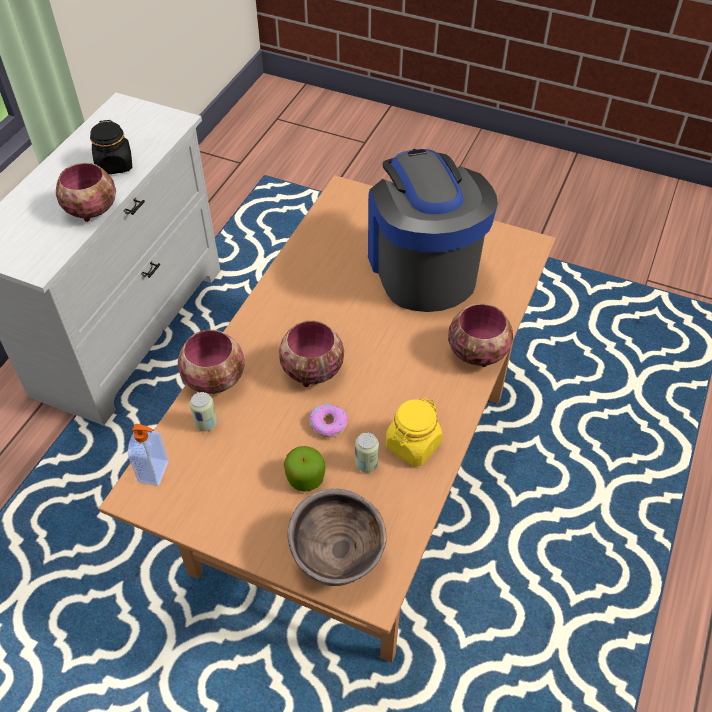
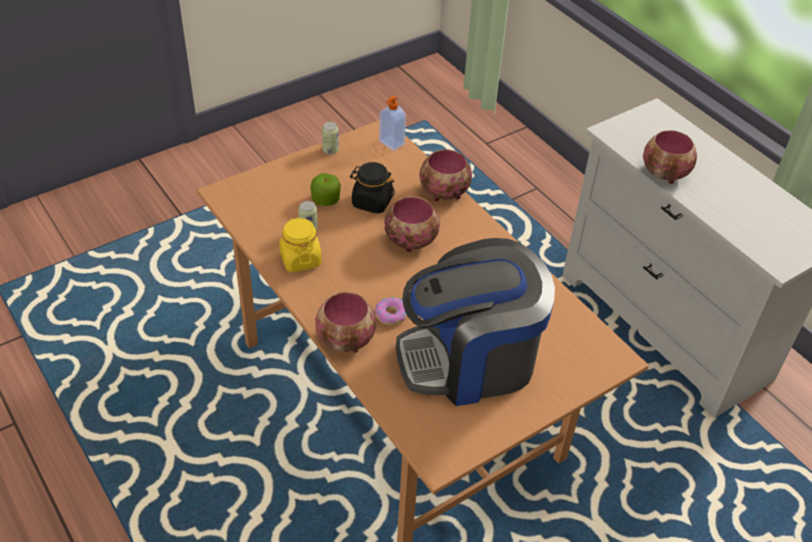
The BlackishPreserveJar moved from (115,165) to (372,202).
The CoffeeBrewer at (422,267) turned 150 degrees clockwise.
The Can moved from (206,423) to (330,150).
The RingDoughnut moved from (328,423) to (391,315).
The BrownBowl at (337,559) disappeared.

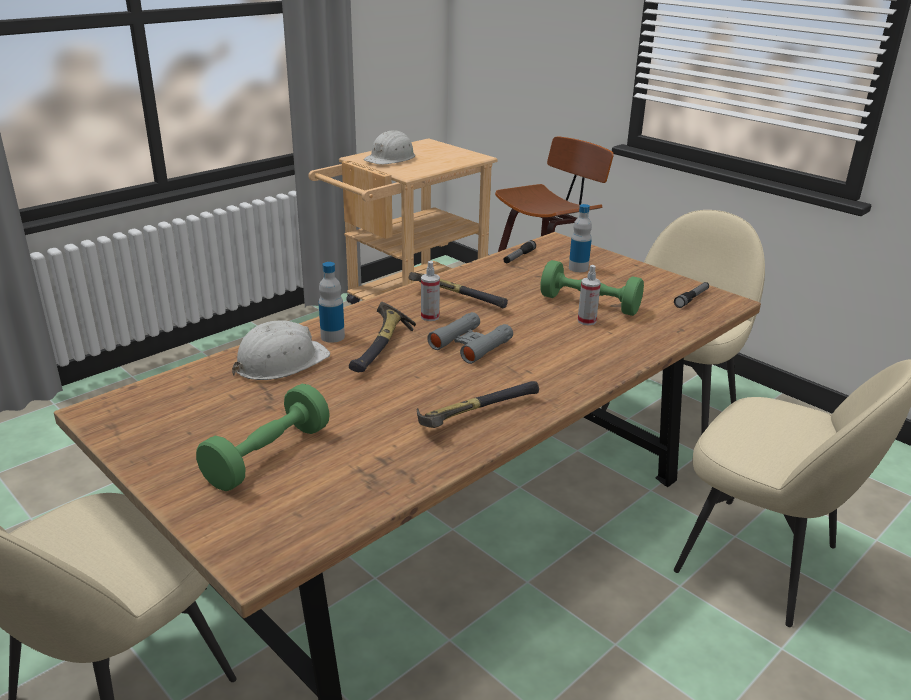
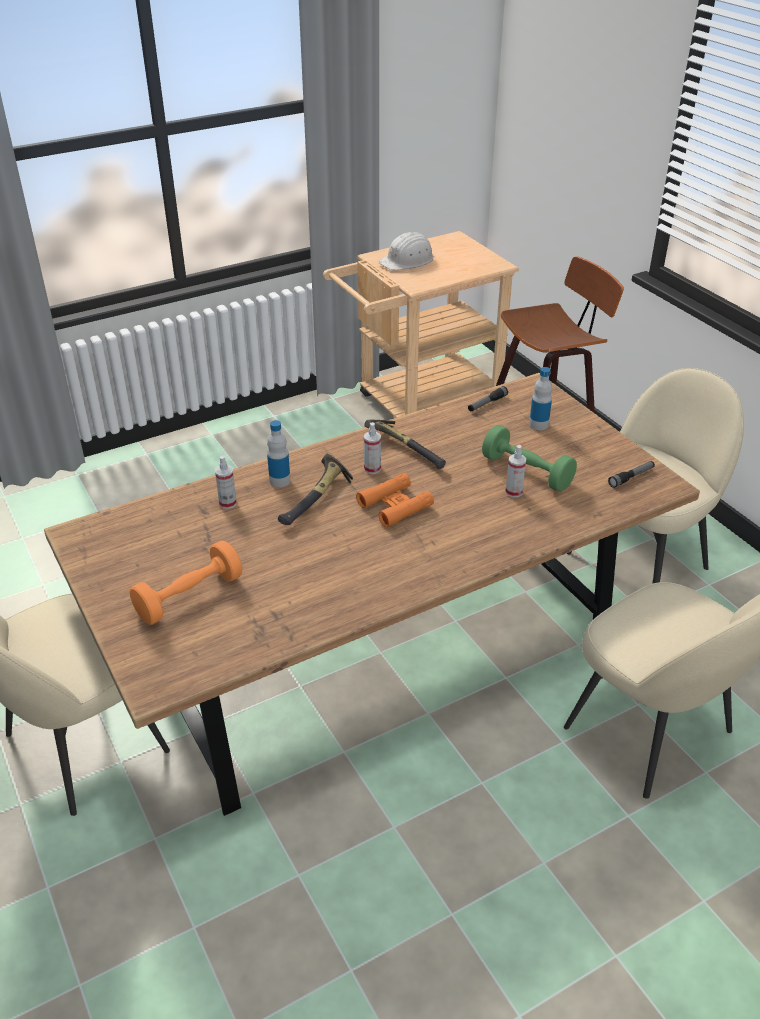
The GreyPairOfBinoculars at (470,344) became the OrangeColouredPairOfBinoculars at (395,505).
The WhiteWorkHelmet at (280,362) was replaced by the Sprayer at (228,503).
The HandHammer at (471,415) disappeared.
The GreenDumbbell at (268,456) became the OrangeColouredDumbbell at (189,596).

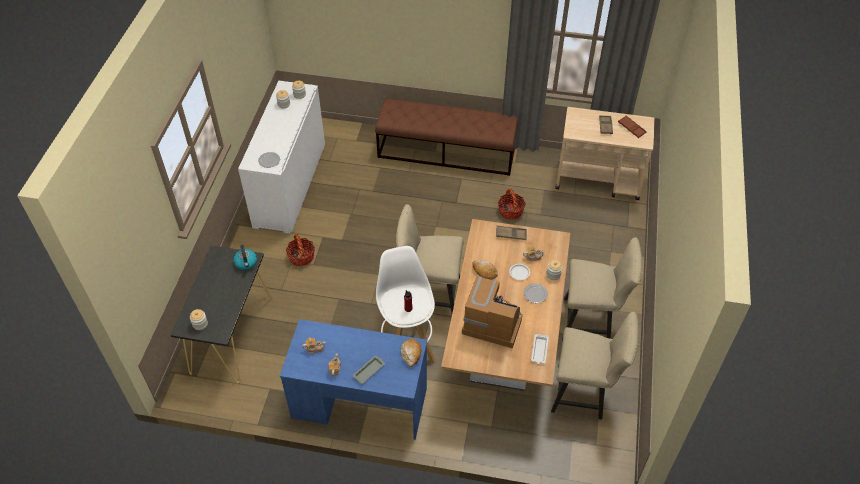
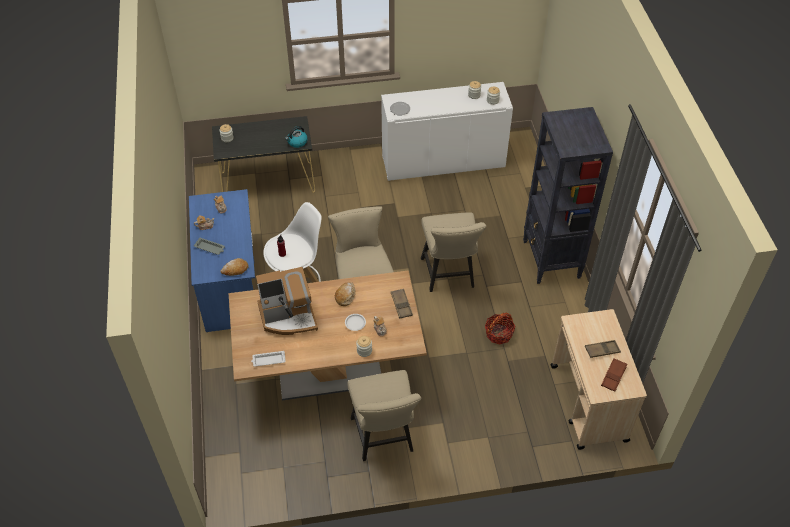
The BrownIndoorBench at (447,152) was replaced by the BlackishShelvingUnit at (551,260).
The Basket at (301,257) disappeared.
The CoffeeBrewer at (492,322) turned 75 degrees clockwise.
The Plate at (535,294) disappeared.
The SandColouredPlainChair moved from (584,394) to (449,276).

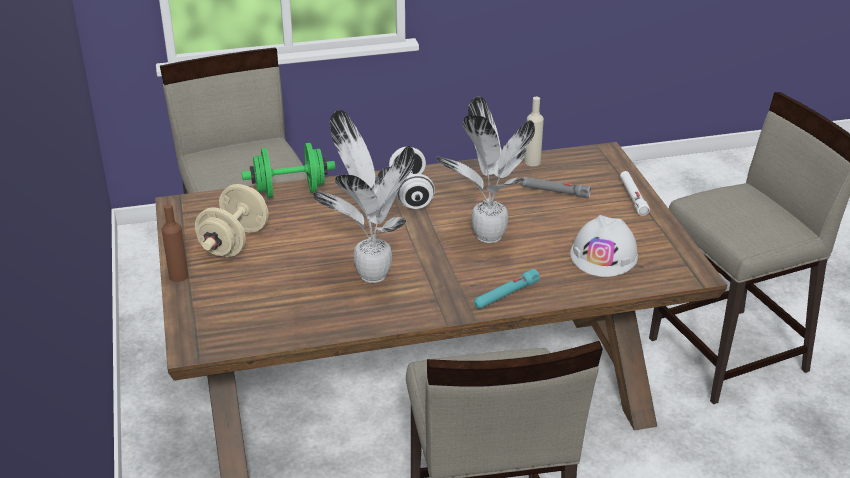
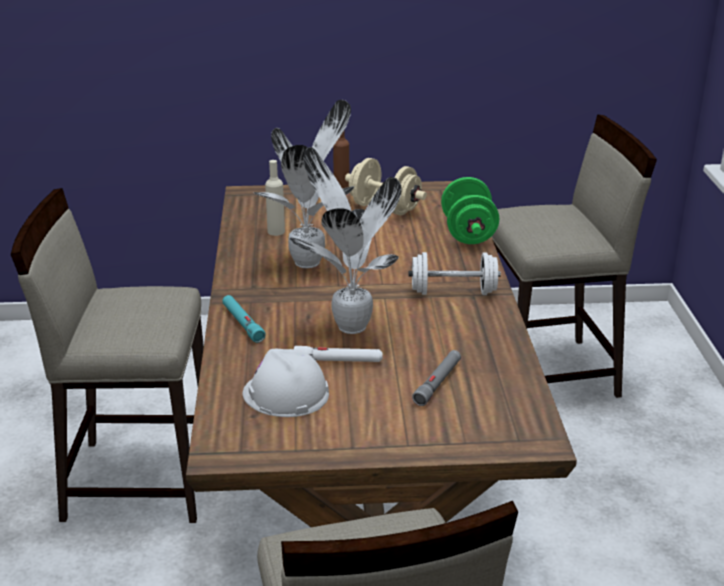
The SandColouredBottle moved from (532,162) to (276,231).
The WhiteTorch moved from (633,197) to (338,361).

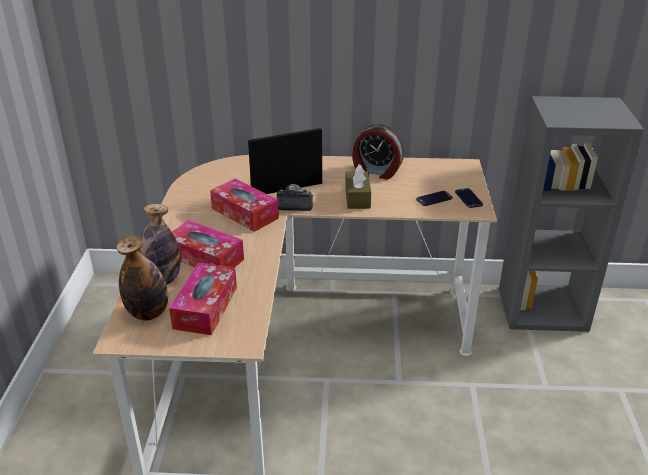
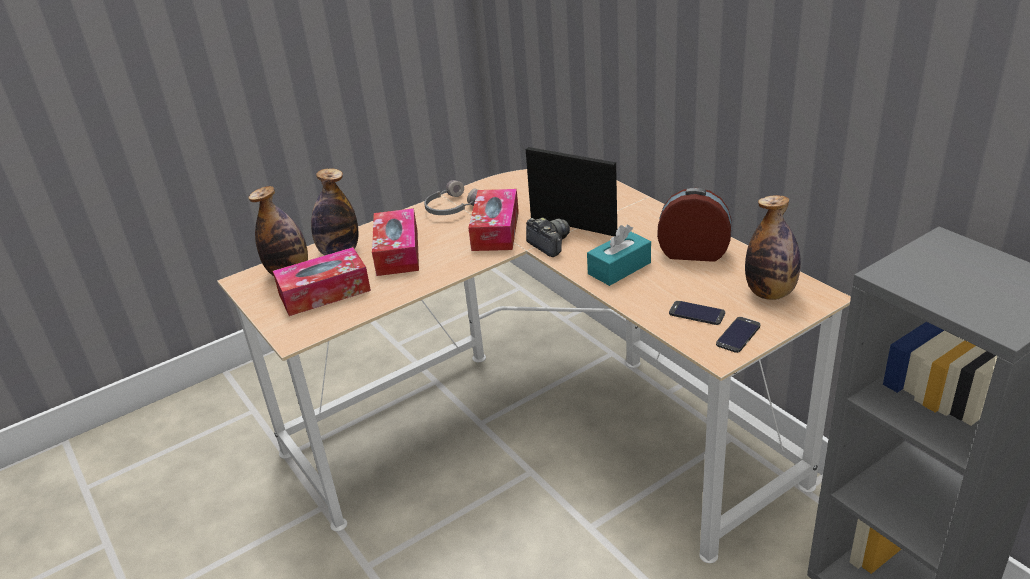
The AlarmClock at (376,172) turned 120 degrees clockwise.
The BrownTissueBox at (357,197) became the TurquoiseTissueBox at (619,268).
The GreyHeadset at (451,208) appeared.
The Bottle at (770,293) appeared.

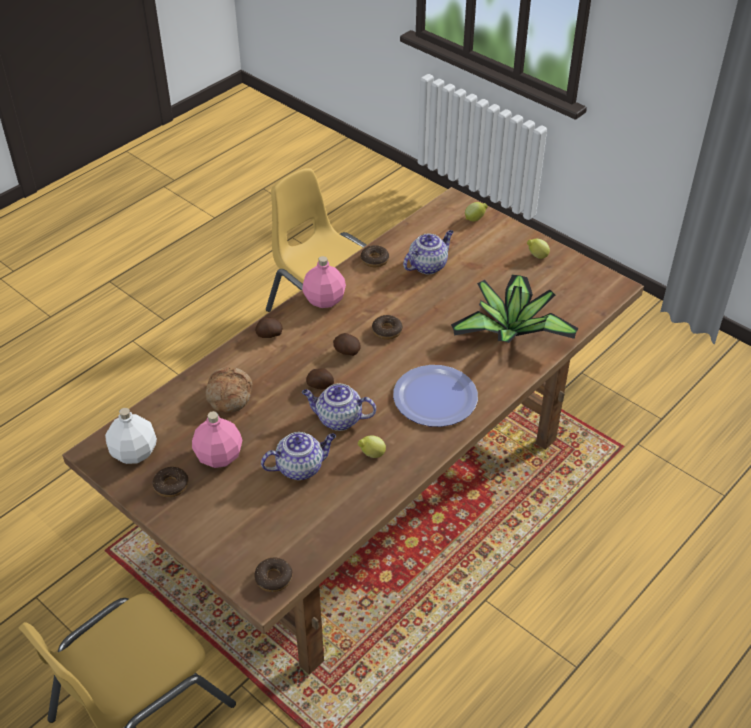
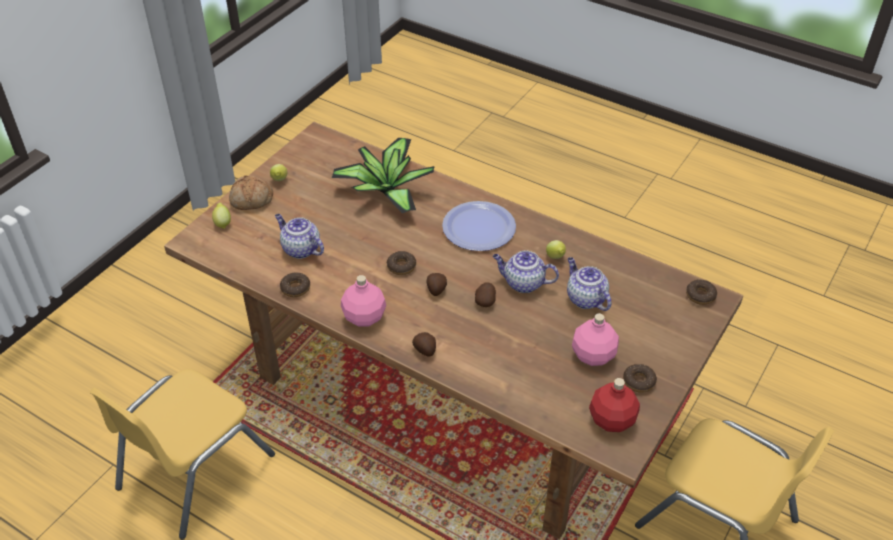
The Bread moved from (228,395) to (251,200).
The PotForTea at (338,419) turned 105 degrees clockwise.
The WhiteBottle at (134,453) became the RedColouredBottle at (612,419).

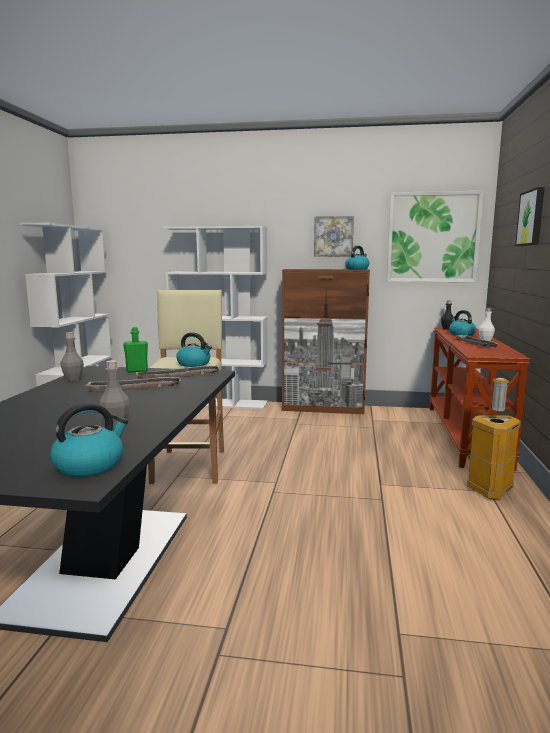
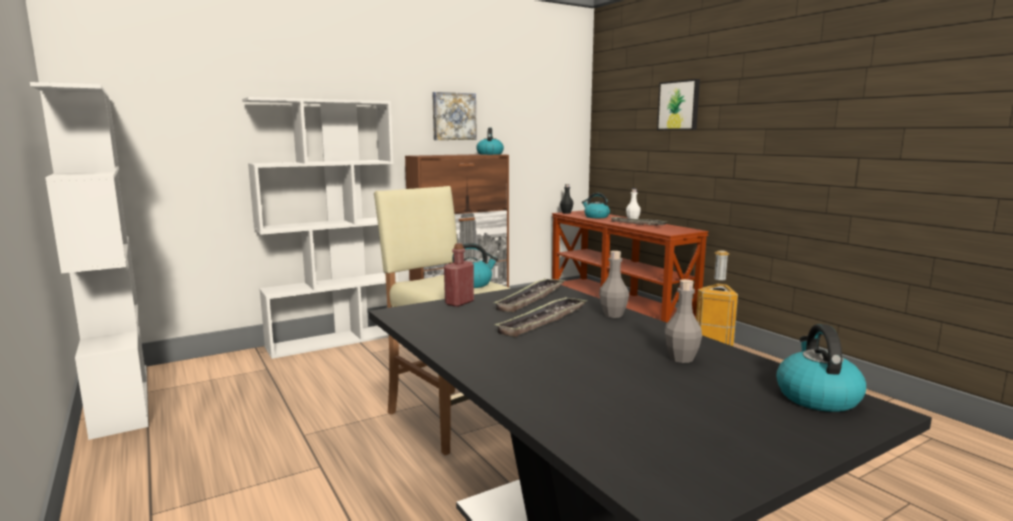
The WallArt at (432,237) disappeared.
The GreenBottle at (137,371) became the RedColouredBottle at (459,303).
The GreyBottle moved from (73,379) to (613,315).

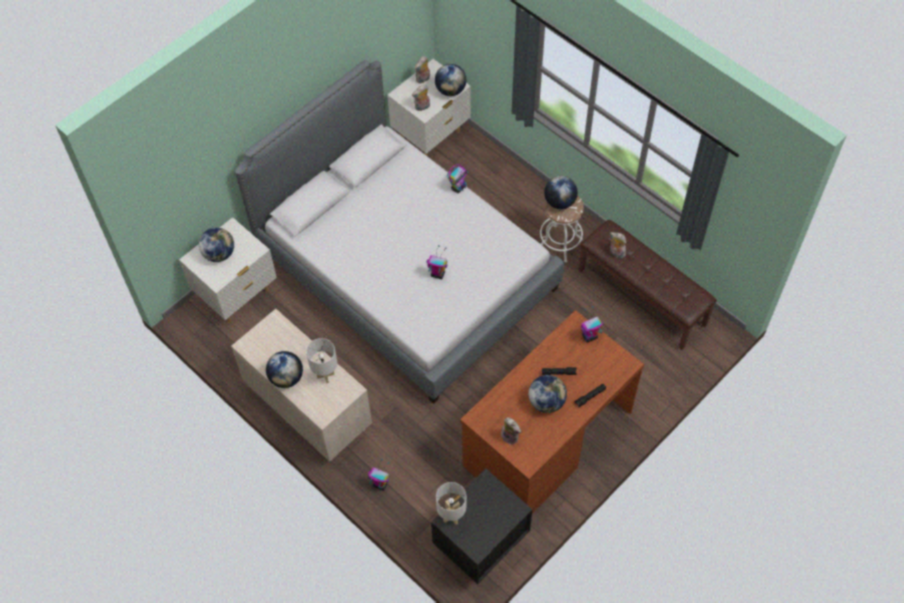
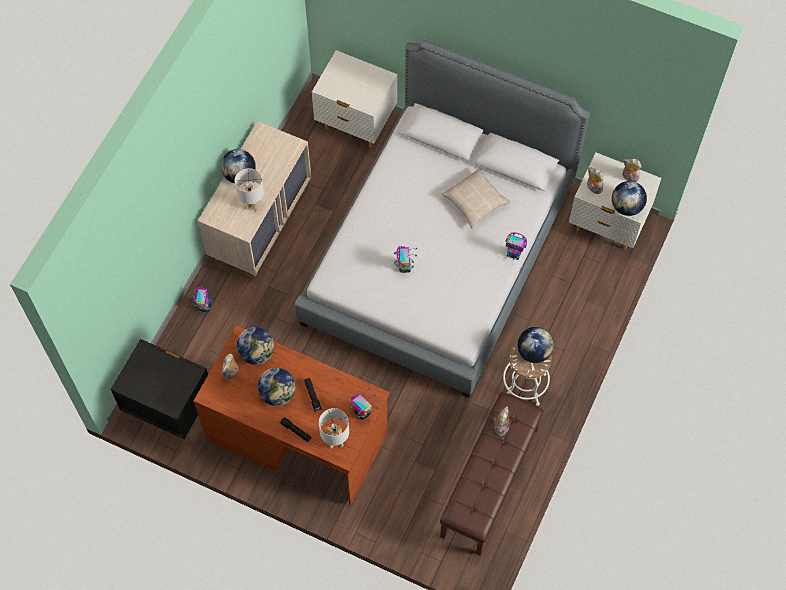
The Globe moved from (219,253) to (257,353).
The WhiteTabletopLamp moved from (451,517) to (335,441).
The SandColouredCushion at (475,201) appeared.

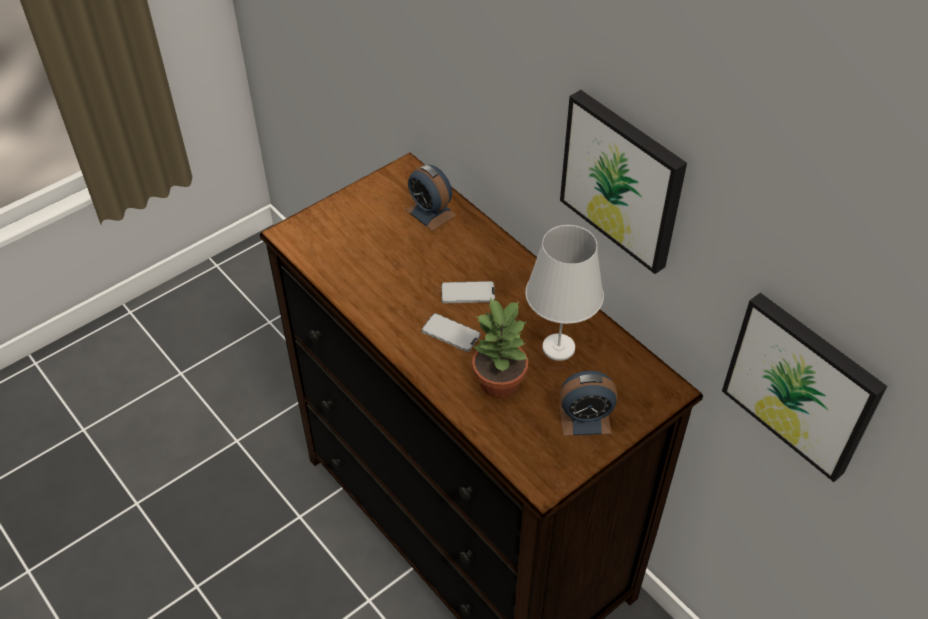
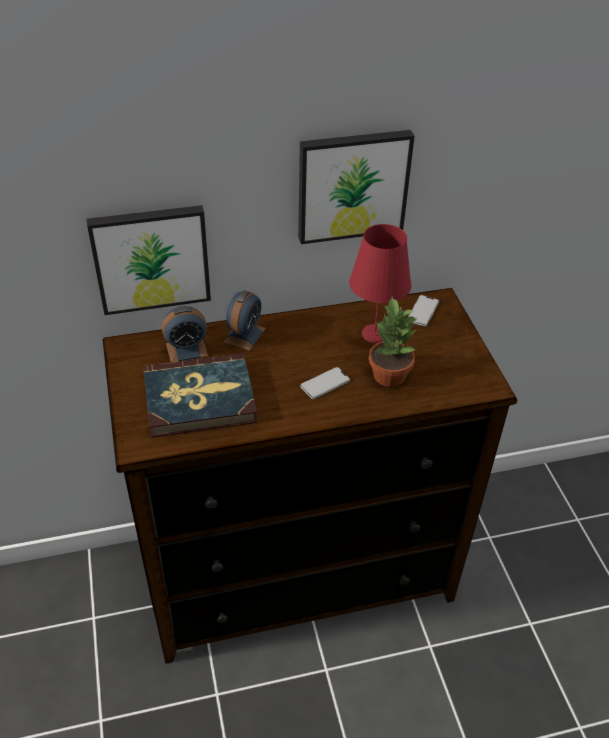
The WhiteTabletopLamp at (558,347) became the RedColouredTabletopLamp at (374,334).
The Handset moved from (468,293) to (422,311).
The WallArt moved from (802,384) to (151,258).
The AlarmClock moved from (585,419) to (244,335).
The BoundBook at (199,399) appeared.

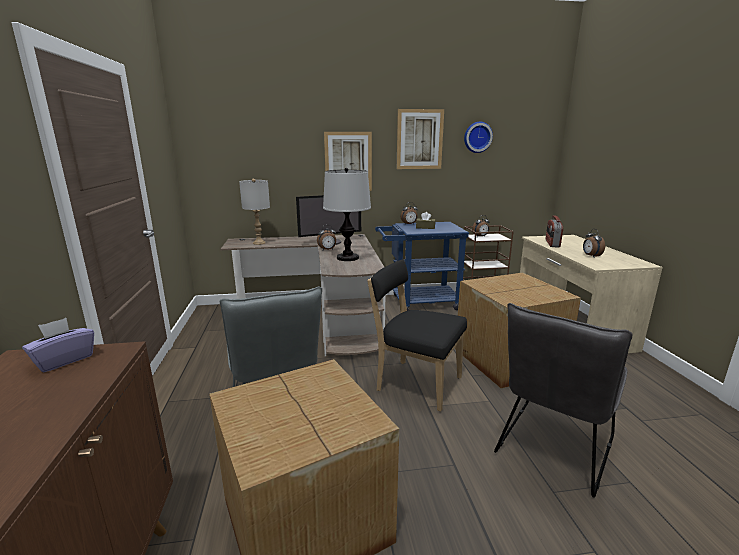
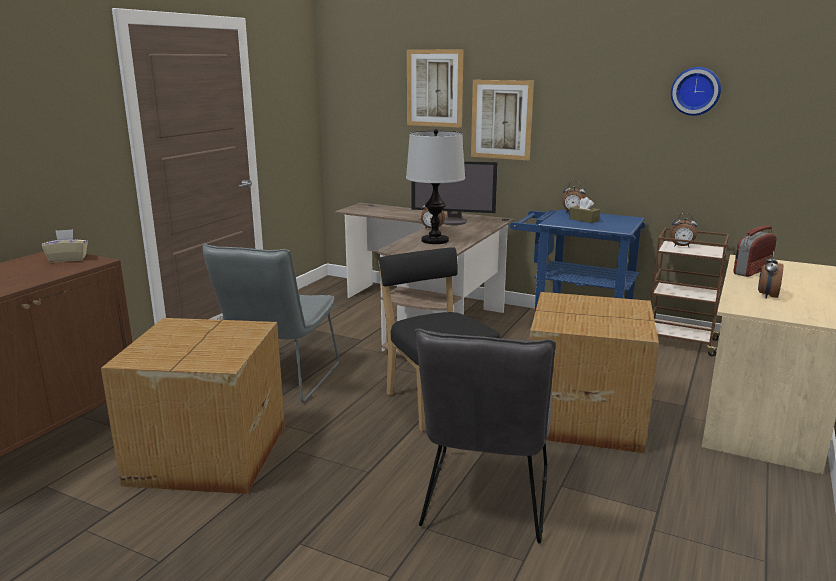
The WallArt moved from (419,139) to (434,88).
The GreyTabletopLamp at (259,243) disappeared.
The GreyPlainChair at (552,449) turned 60 degrees counterclockwise.
The PurpleTissueBox at (64,360) became the SandColouredTissueBox at (68,259).

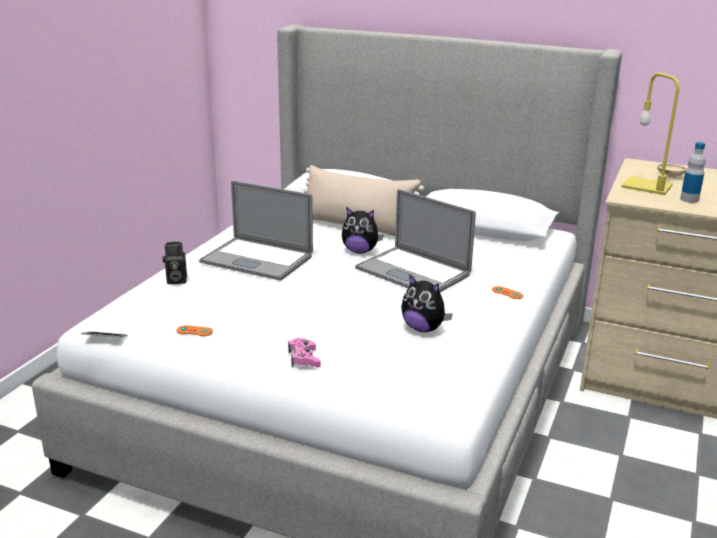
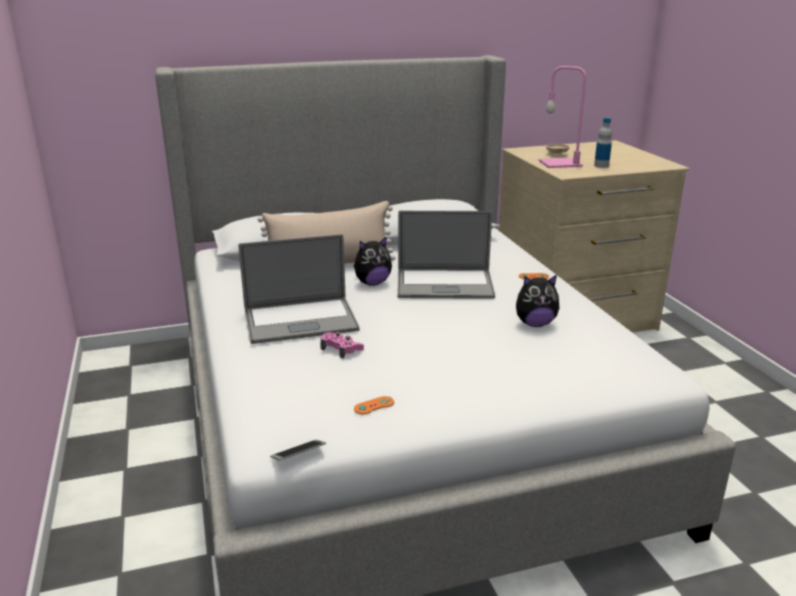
The YellowColouredTabletopLamp at (648,186) became the PinkTabletopLamp at (561,163).
The StillCamera at (175,280) disappeared.
The PinkGamepad moved from (304,358) to (341,349).

